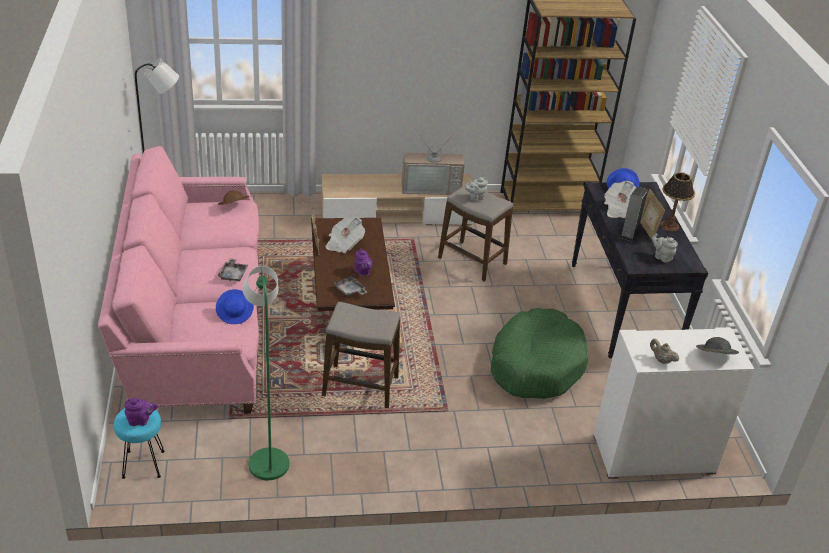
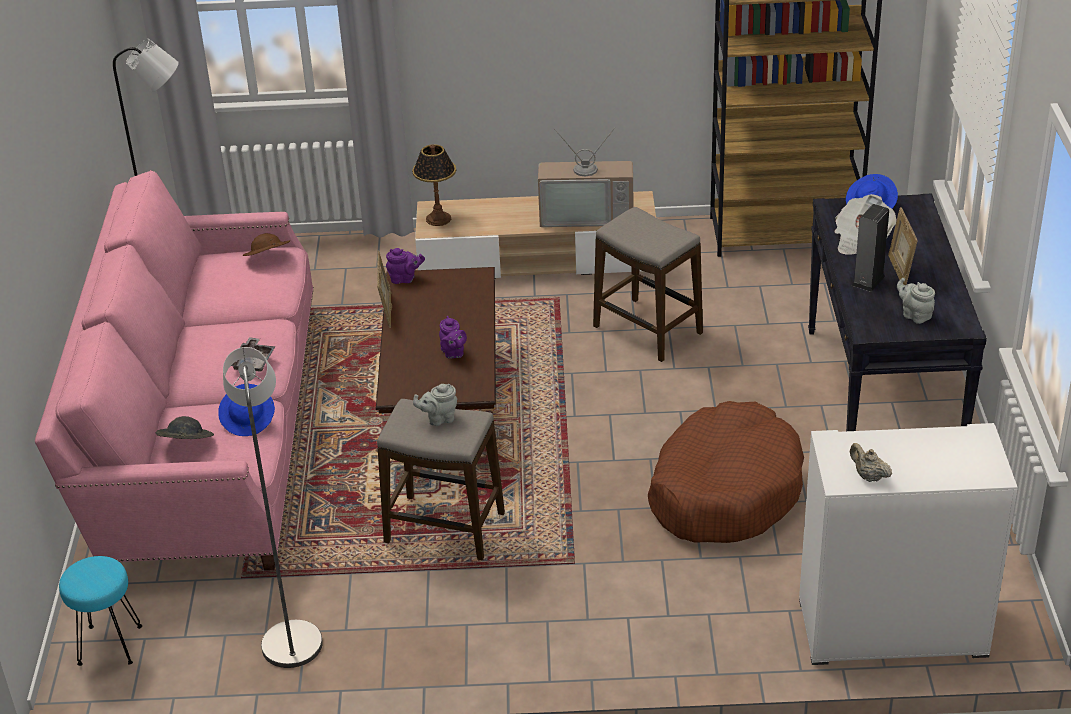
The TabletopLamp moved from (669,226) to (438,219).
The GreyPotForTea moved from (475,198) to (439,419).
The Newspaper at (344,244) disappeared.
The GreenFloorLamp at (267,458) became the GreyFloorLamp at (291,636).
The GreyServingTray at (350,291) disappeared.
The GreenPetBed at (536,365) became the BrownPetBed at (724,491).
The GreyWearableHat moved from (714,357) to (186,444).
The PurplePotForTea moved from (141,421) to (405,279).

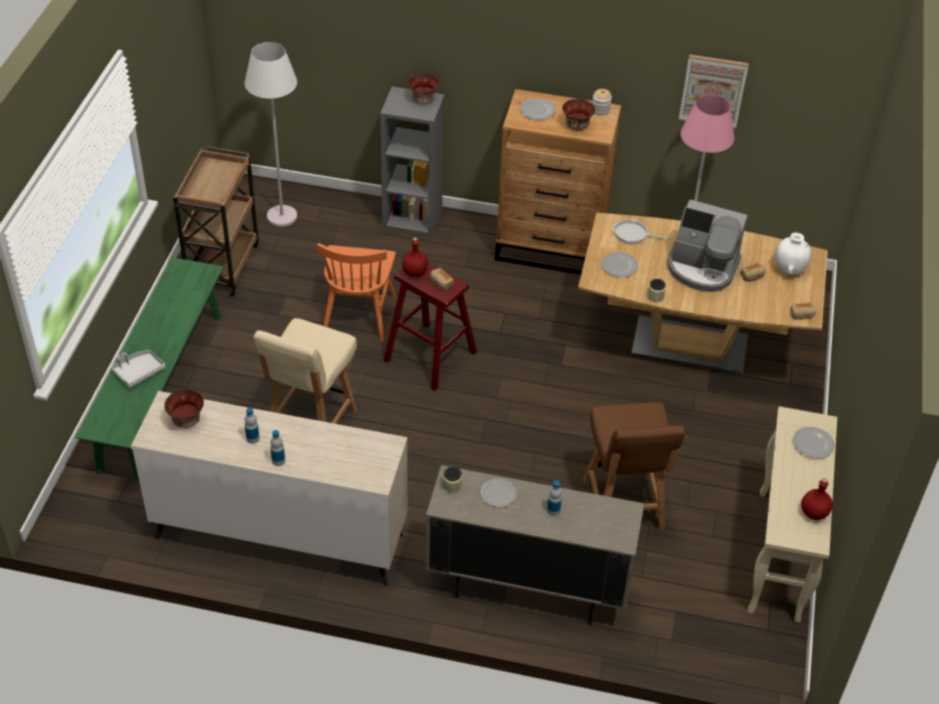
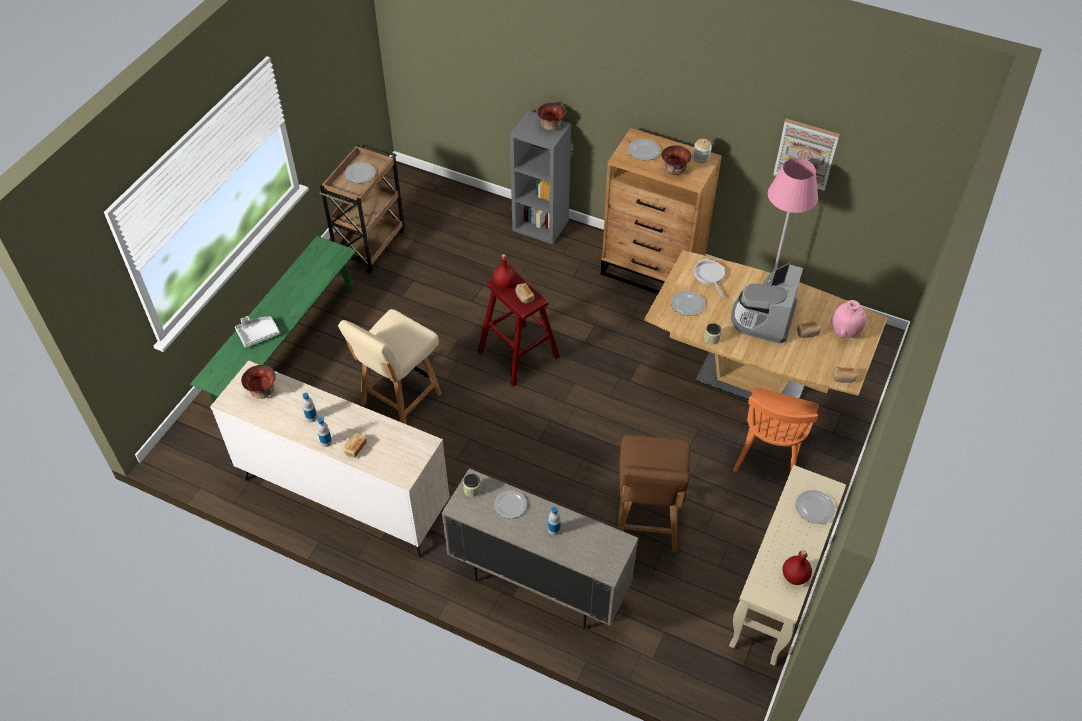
The WhiteFloorLamp at (282,216) disappeared.
The CoffeeBrewer at (702,268) turned 75 degrees clockwise.
The Pan at (633,234) turned 45 degrees clockwise.
The WhiteVase at (789,270) became the PinkVase at (844,332).
The OrangeColouredPlainChair moved from (358,314) to (770,452).
The Plate at (360,173) appeared.
The Bread at (355,448) appeared.

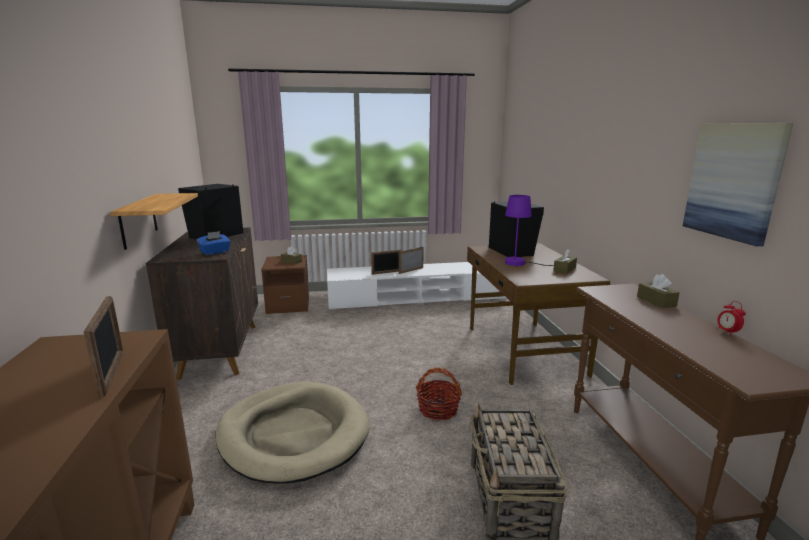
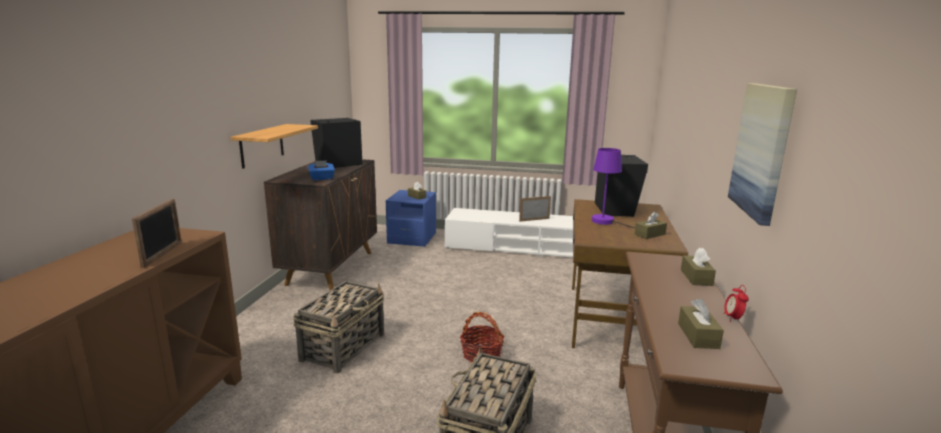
The PictureFrame at (386,272) disappeared.
The BrownNightstand at (288,305) became the BlueNightstand at (412,238).
The SandColouredPetBed at (293,434) was replaced by the Basket at (344,346).
The BrownTissueBox at (698,336) appeared.

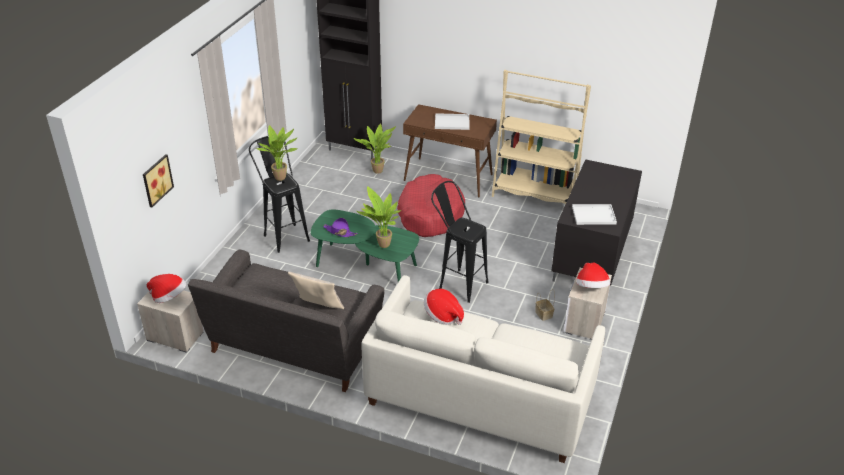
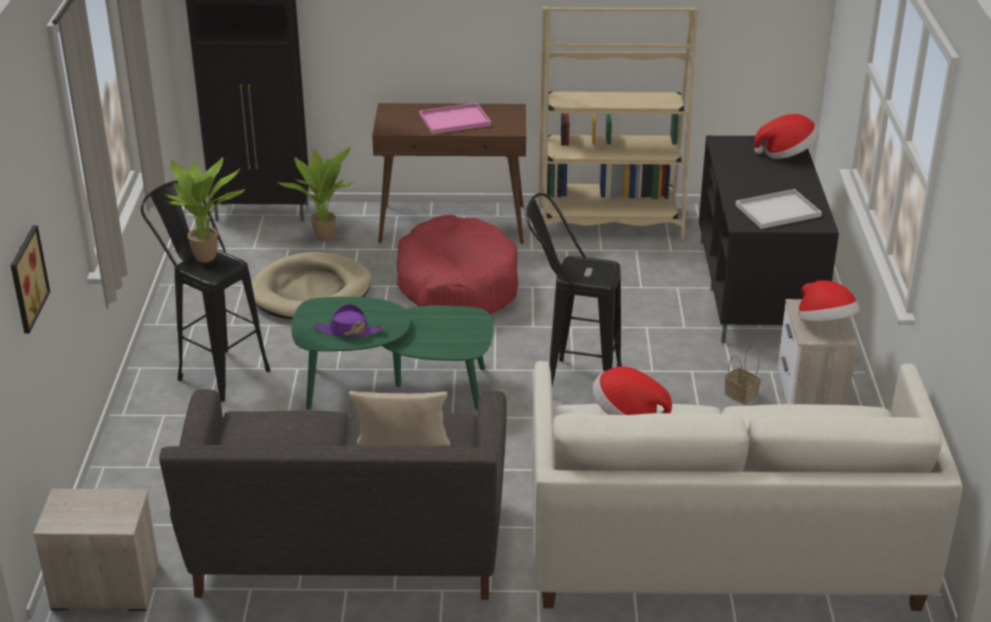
The WhiteServingTray at (451,122) became the PinkServingTray at (454,120).
The PottedPlant at (382,245) disappeared.
The WearableHat moved from (169,297) to (787,153).
The SandColouredPetBed at (311,292) appeared.

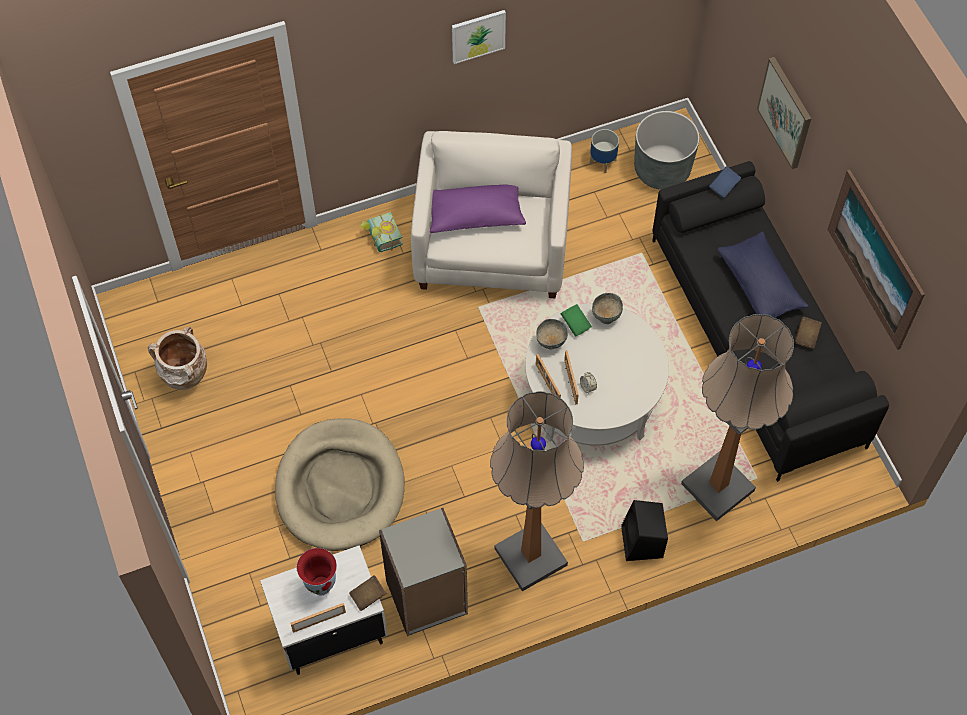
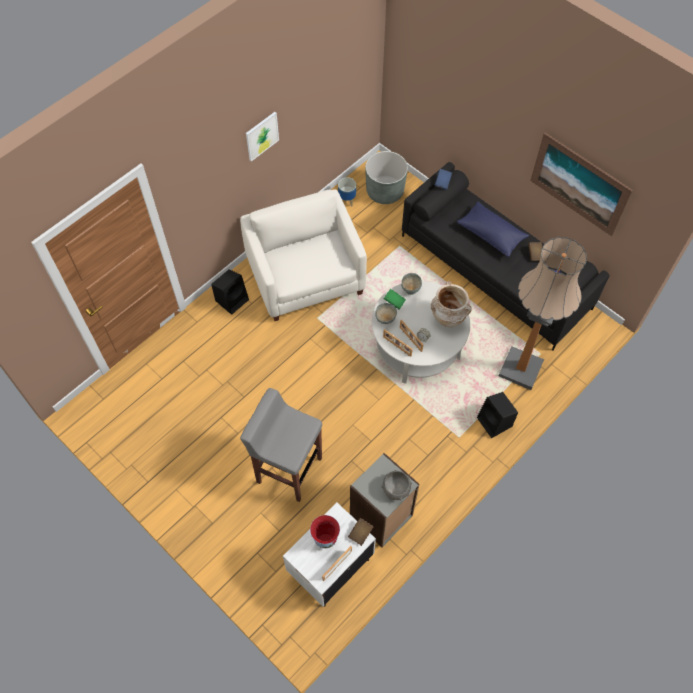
The WallArt at (786,112) disappeared.
The PurpleCushion at (475,215) disappeared.
The BoundBook at (381,238) was replaced by the BlackishAudioSpeaker at (232,299).
The SandColouredVase moved from (185,378) to (447,319).
The FloorLamp at (531,557) disappeared.
The SandColouredPetBed at (340,487) was replaced by the GreyStool at (288,469).
The GreyBowl at (396,489) appeared.

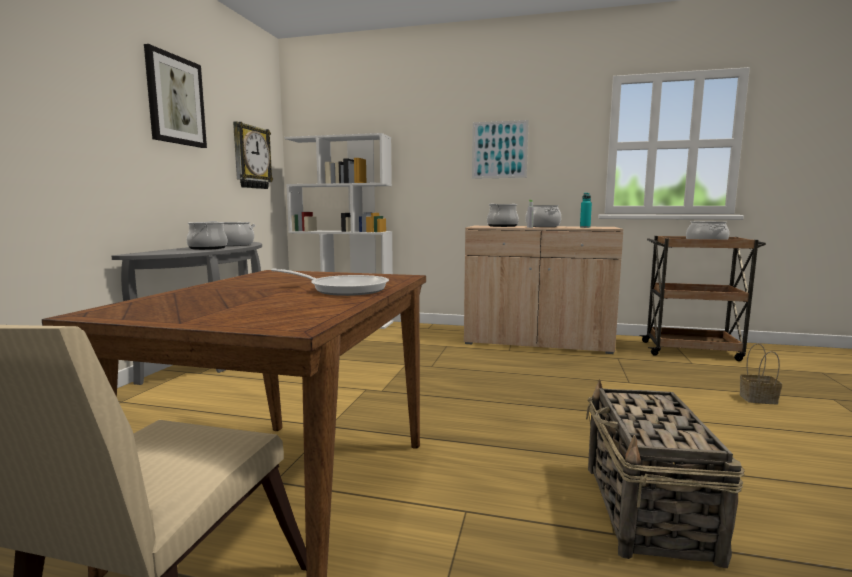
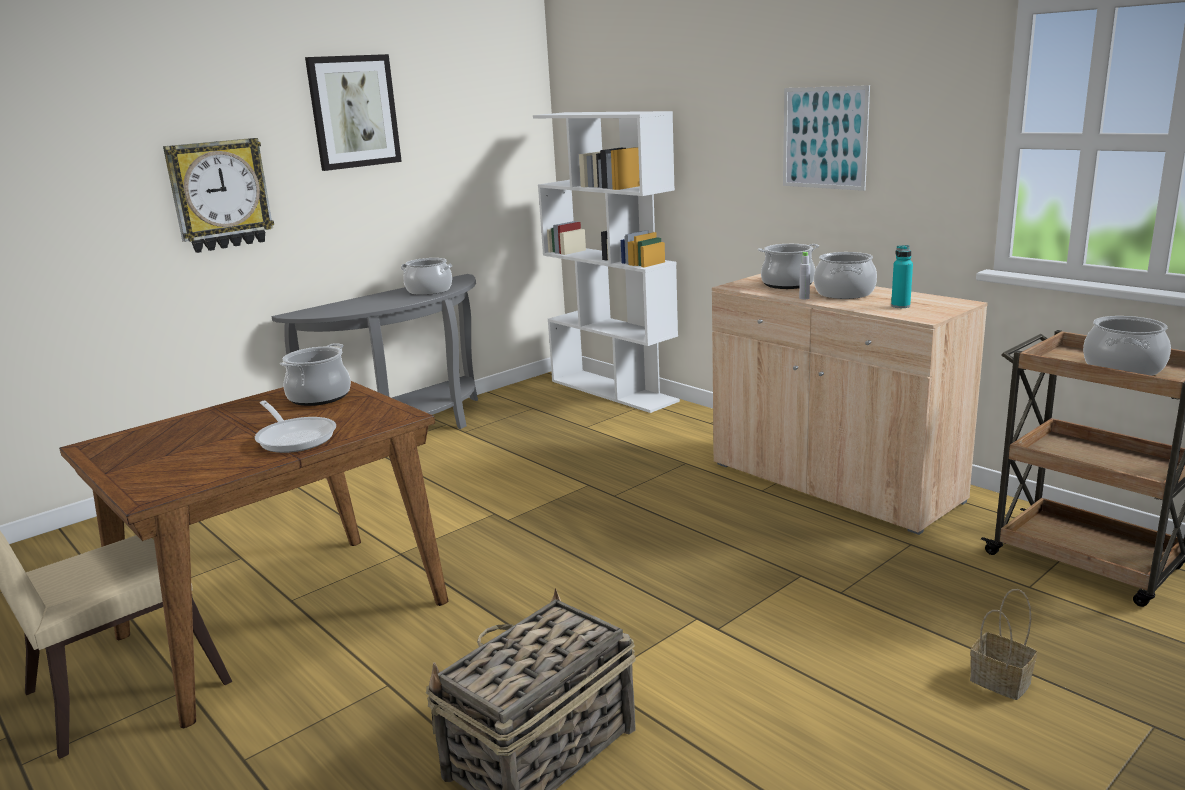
The ClockOnTheWall moved from (251,157) to (220,195).
The CookingPot moved from (208,248) to (319,397).

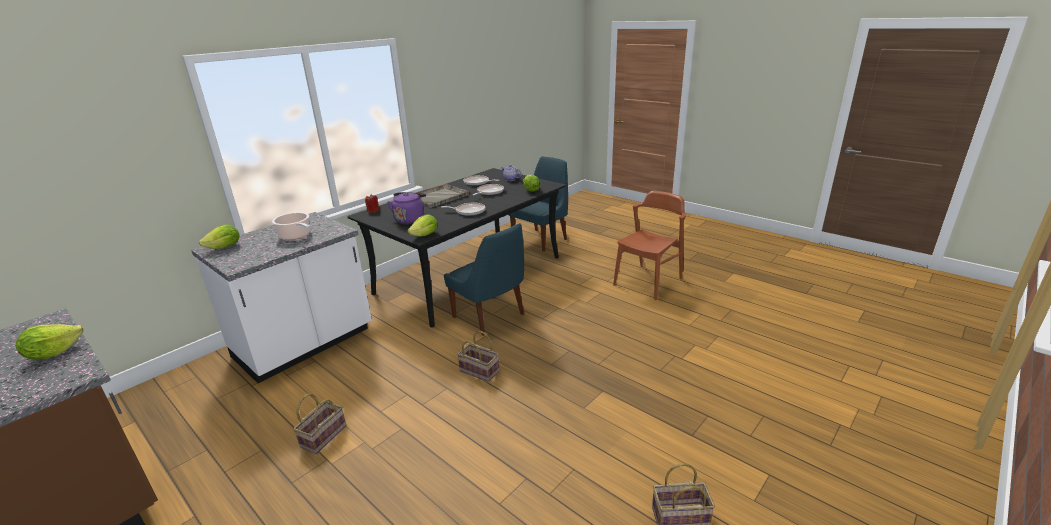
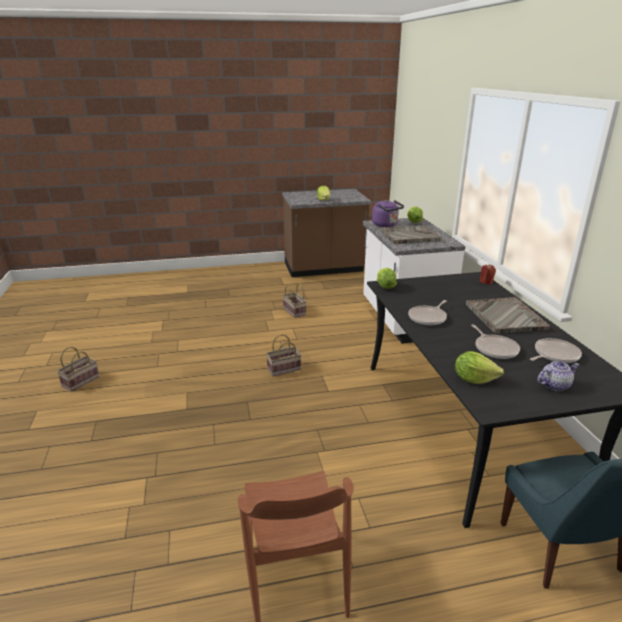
The PurpleKettle moved from (410,219) to (386,225).
The CookingPot at (296,236) was replaced by the GreyServingTray at (409,236).
The BluePlainChair at (490,317) disappeared.

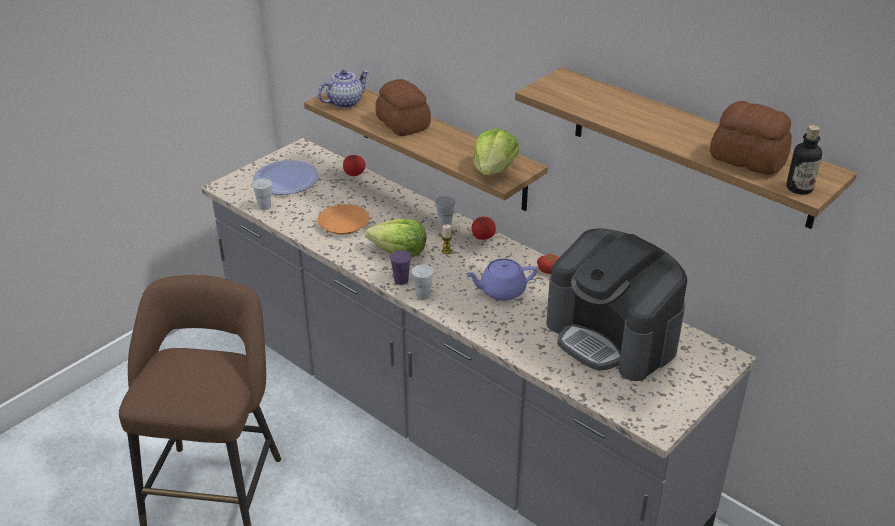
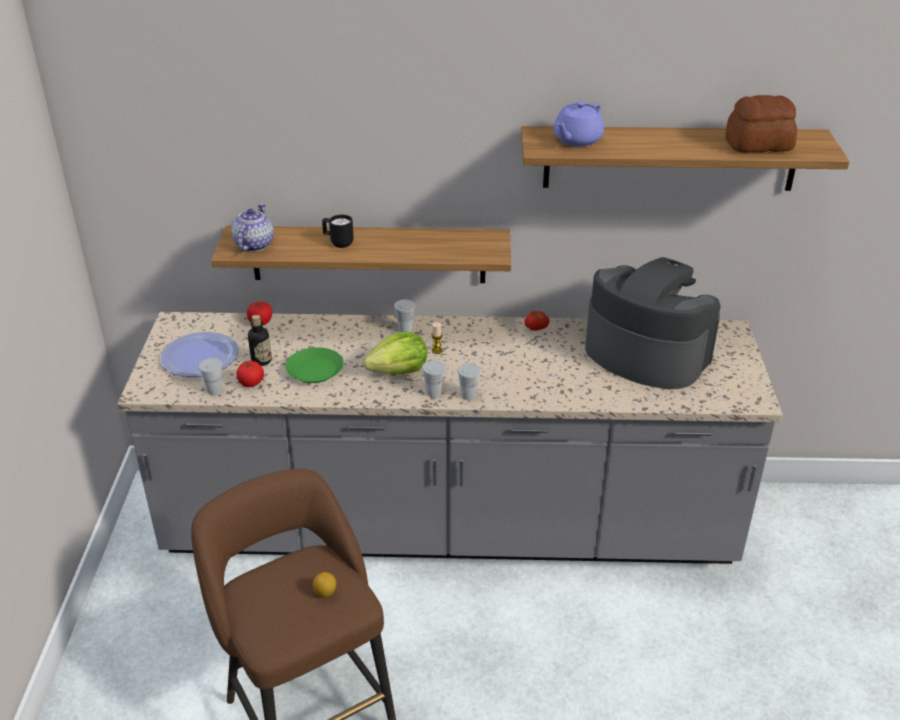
The Bread at (402,124) was replaced by the BlackishCoffeeMug at (338,243).
The Bottle moved from (799,188) to (261,360).
The LettuceHead at (494,169) disappeared.
The OrangeColouredPlate at (343,223) became the GreenPlate at (314,370).
The Tomato moved from (483,237) to (251,383).
The CoffeeBrewer at (612,336) turned 150 degrees counterclockwise.
The PurpleSmallCup at (401,280) became the WhiteSmallCup at (433,392).
The PurplePotForTea moved from (501,291) to (577,140).
The CitrusFruit at (325,592) appeared.

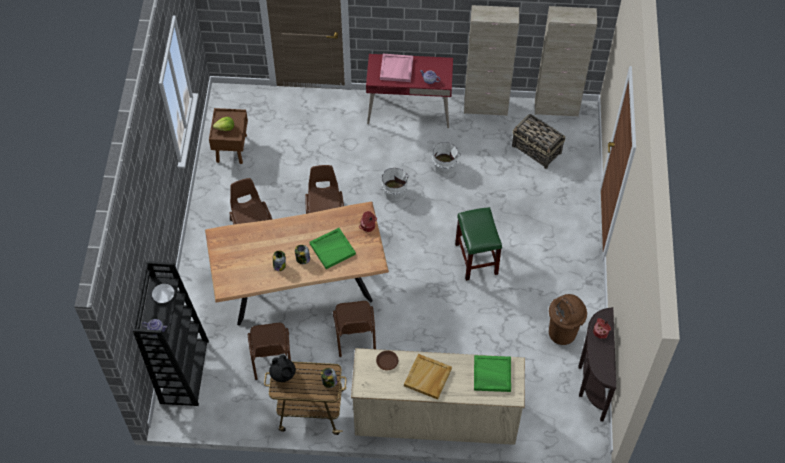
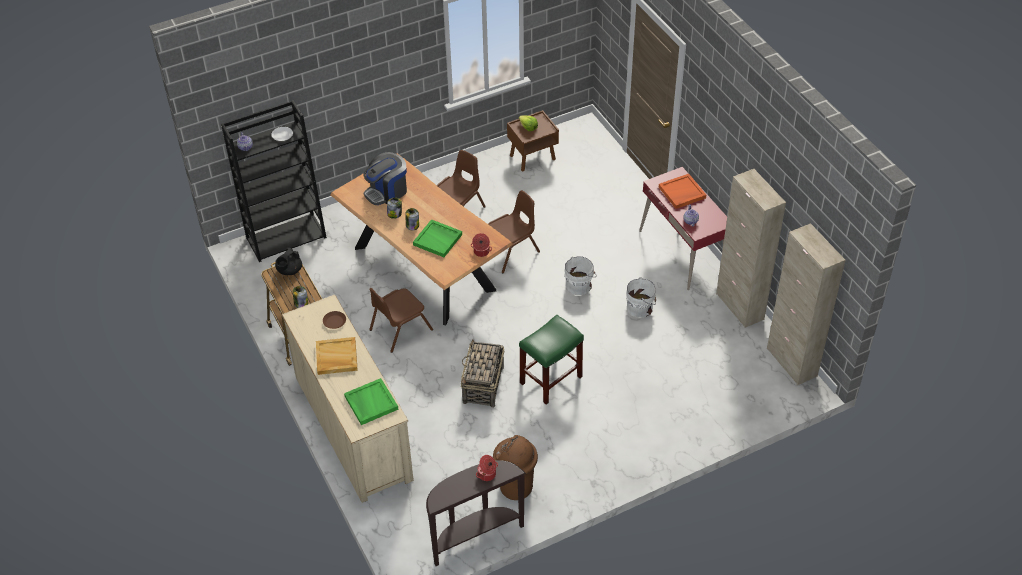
The PinkServingTray at (396,69) became the OrangeColouredServingTray at (682,193).
The Basket moved from (537,150) to (483,385).
The BrownPlainChair at (271,356) disappeared.
The CoffeeBrewer at (387,192) appeared.

